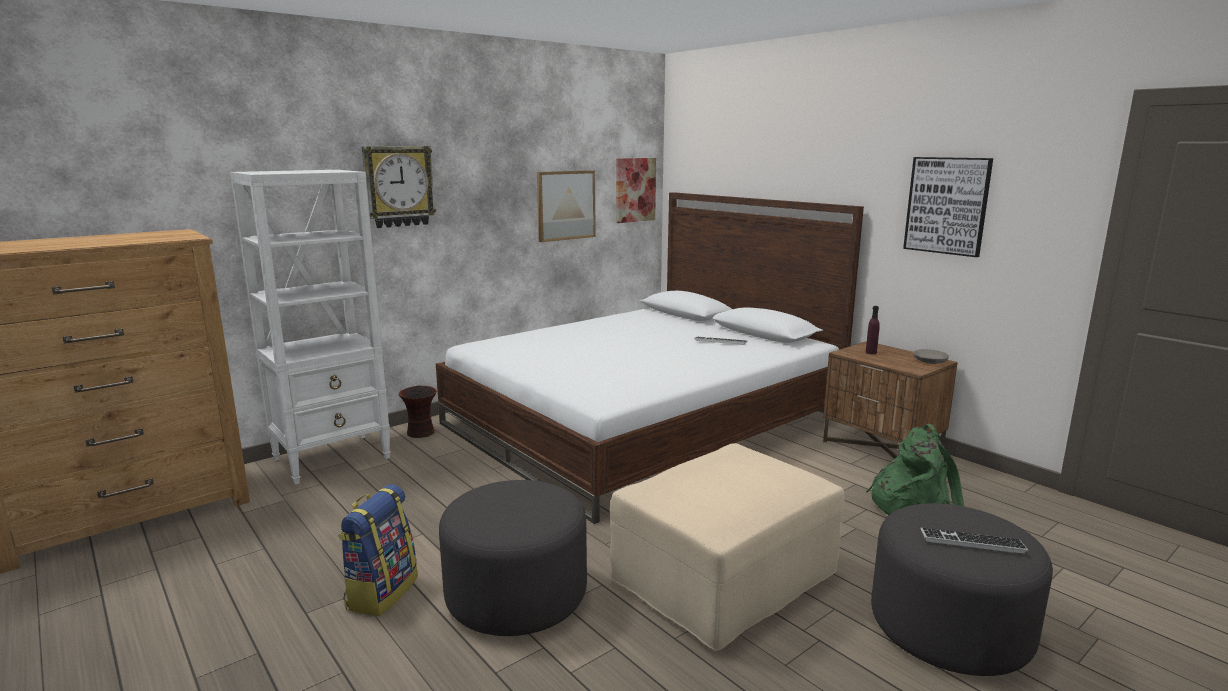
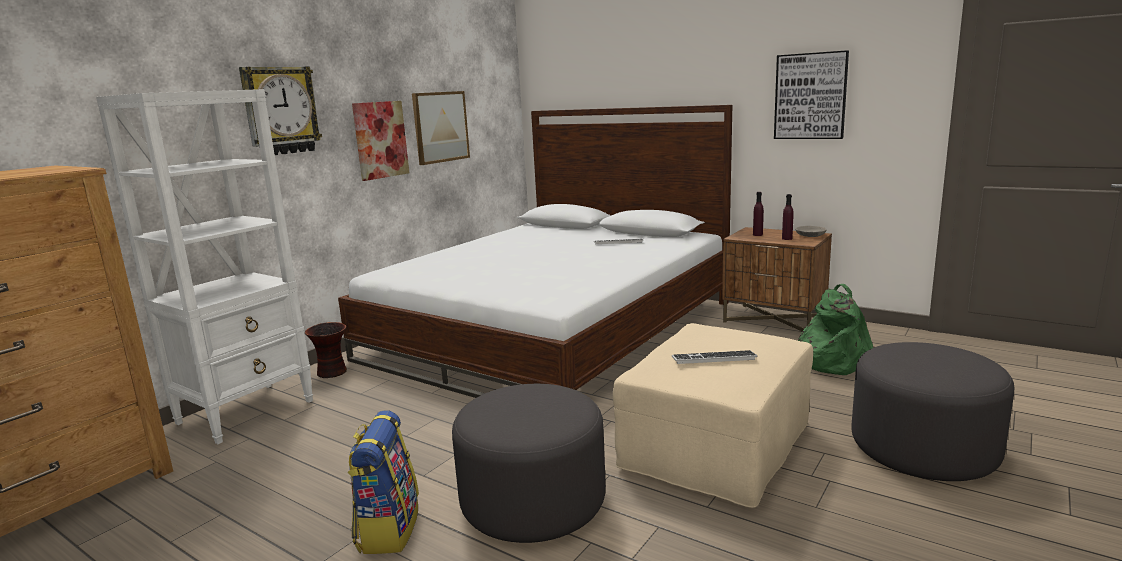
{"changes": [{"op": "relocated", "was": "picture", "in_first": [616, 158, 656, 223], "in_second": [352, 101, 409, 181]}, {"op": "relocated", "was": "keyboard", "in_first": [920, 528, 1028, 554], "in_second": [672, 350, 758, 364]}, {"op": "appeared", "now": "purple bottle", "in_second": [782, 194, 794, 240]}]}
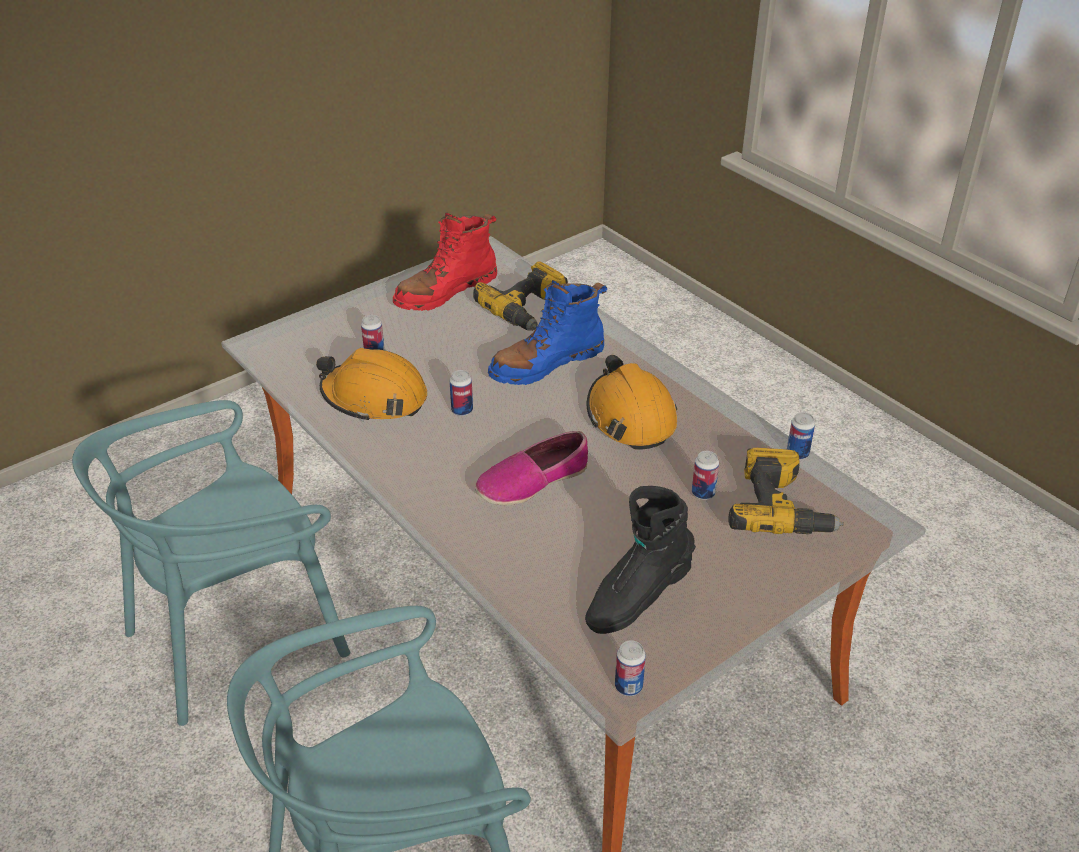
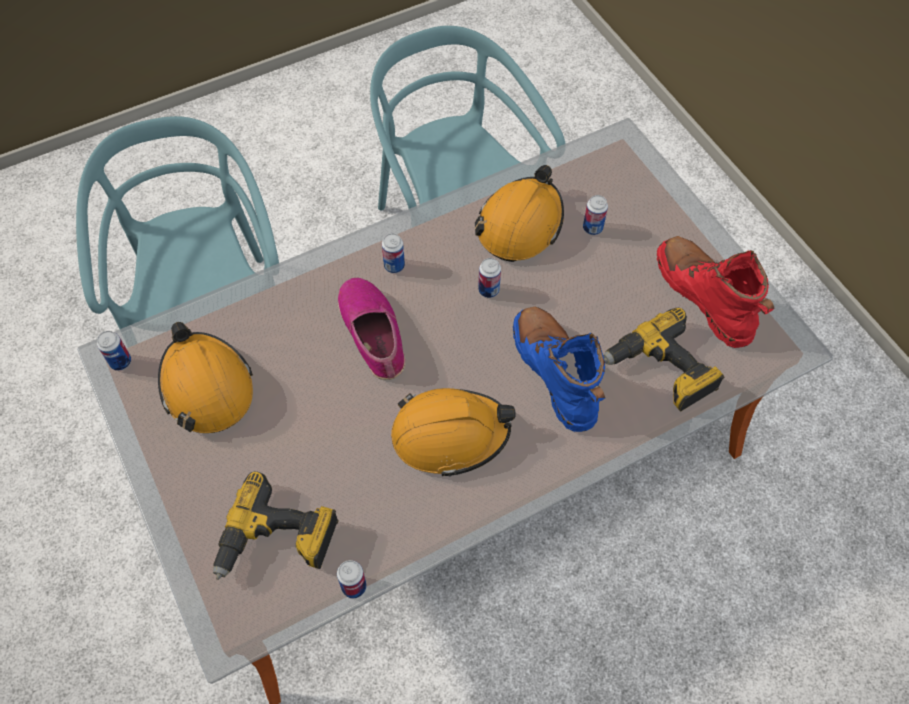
{"changes": [{"op": "exchanged", "was": "black boot", "now": "orange hard hat", "in_first": [585, 486, 696, 634], "in_second": [158, 322, 253, 433]}, {"op": "relocated", "was": "can", "in_first": [692, 451, 719, 500], "in_second": [382, 233, 405, 273]}]}
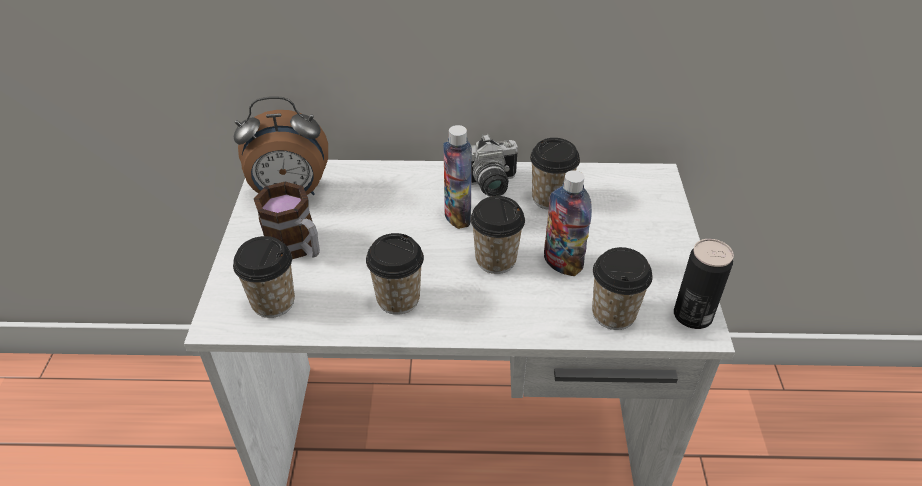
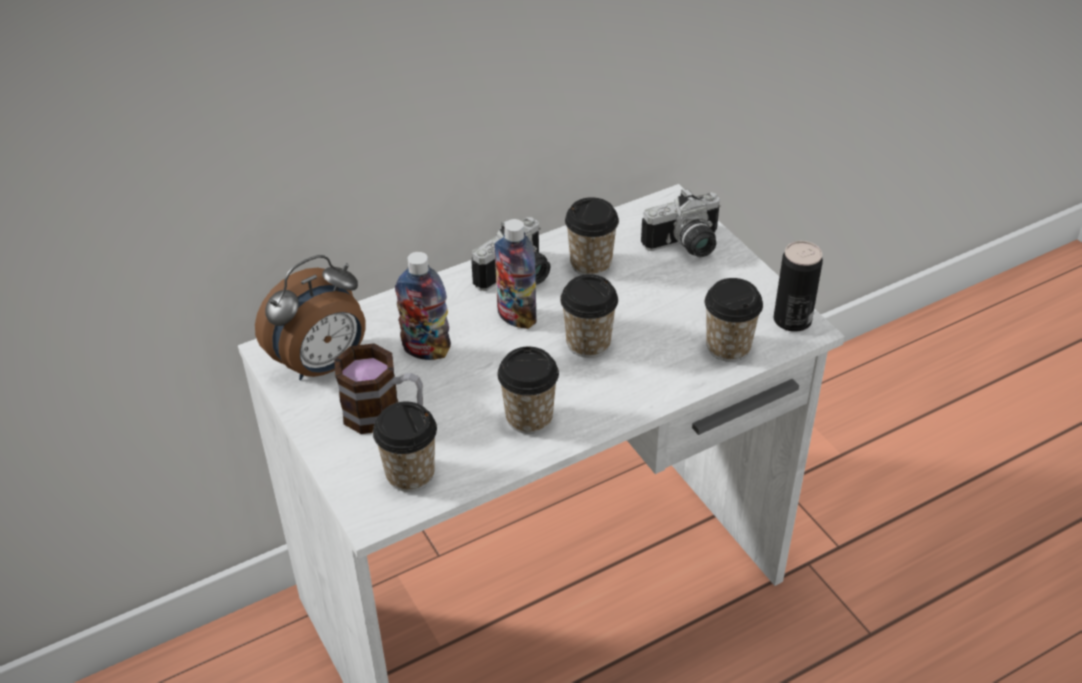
{"changes": [{"op": "relocated", "was": "bottle", "in_first": [544, 170, 592, 276], "in_second": [395, 252, 451, 360]}, {"op": "appeared", "now": "photo camera", "in_second": [641, 188, 721, 257]}]}
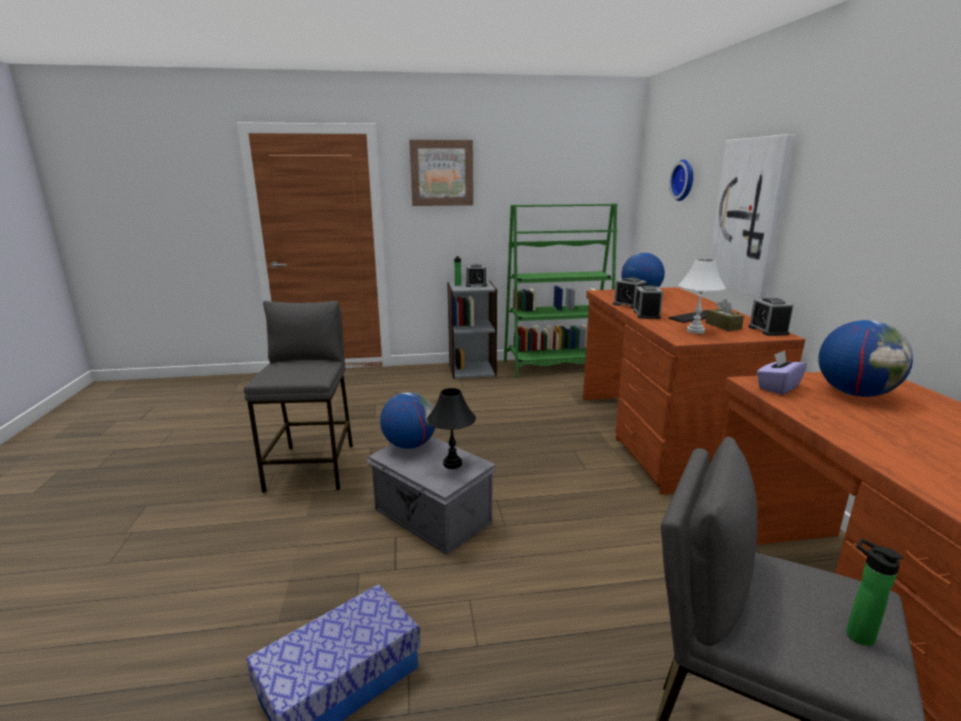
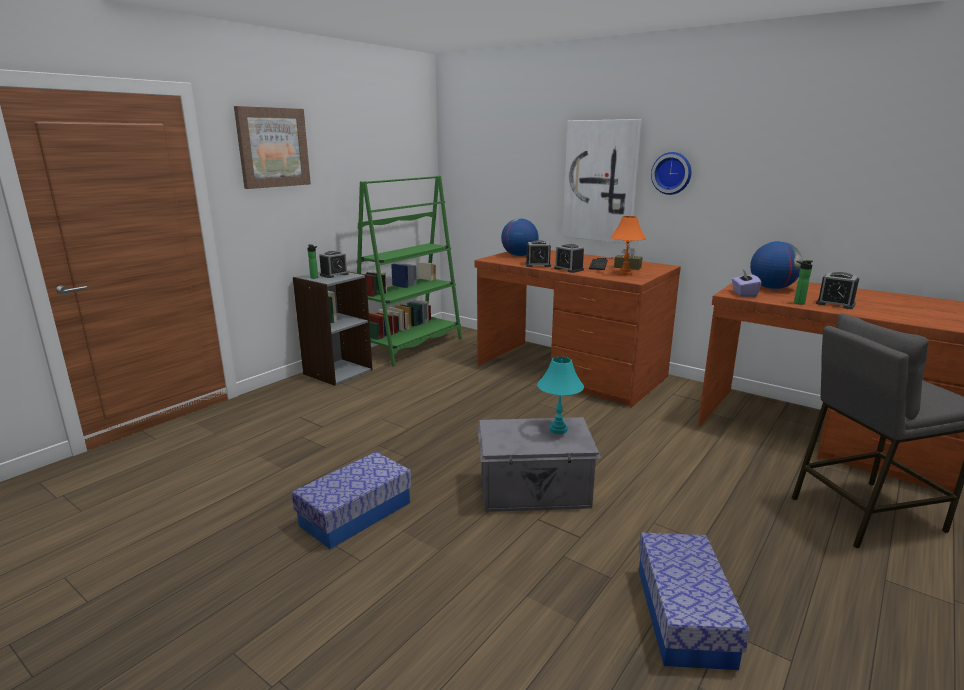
{"changes": [{"op": "exchanged", "was": "grey stool", "now": "storage box", "in_first": [244, 301, 353, 493], "in_second": [292, 452, 412, 549]}, {"op": "missing", "was": "globe", "in_first": [380, 392, 436, 449]}, {"op": "colour", "was": "black table lamp", "now": "turquoise table lamp", "in_first": [427, 388, 476, 469], "in_second": [537, 357, 584, 434]}, {"op": "relocated", "was": "wall clock", "in_first": [669, 160, 693, 201], "in_second": [651, 152, 692, 195]}, {"op": "colour", "was": "white table lamp", "now": "orange table lamp", "in_first": [679, 259, 726, 334], "in_second": [611, 216, 646, 275]}, {"op": "relocated", "was": "alarm clock", "in_first": [749, 298, 794, 336], "in_second": [816, 272, 859, 309]}, {"op": "relocated", "was": "bottle", "in_first": [846, 538, 903, 646], "in_second": [794, 260, 813, 305]}]}
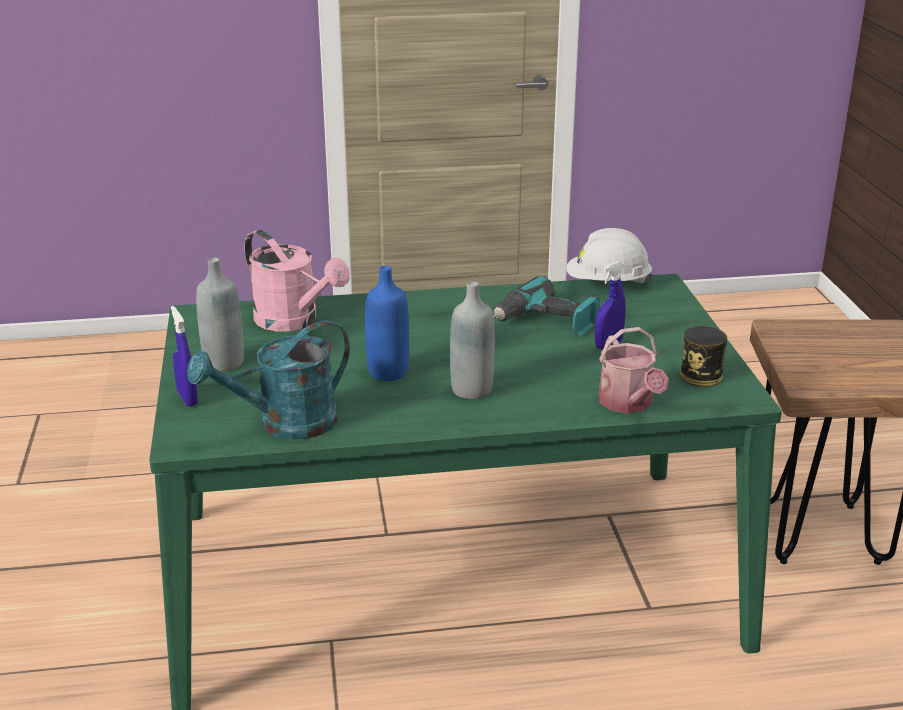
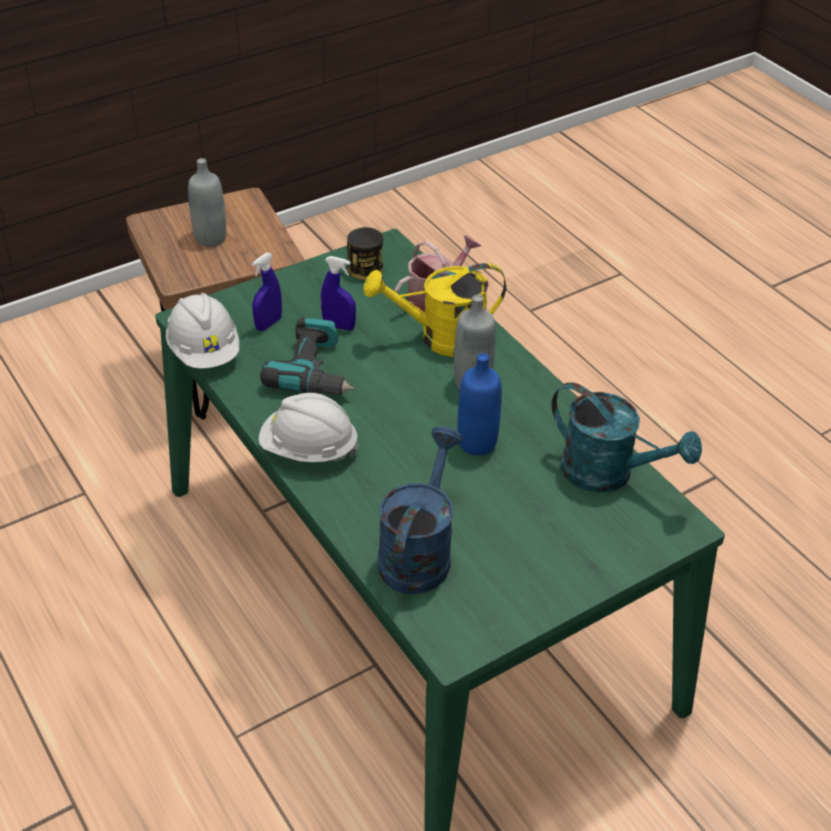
{"changes": [{"op": "relocated", "was": "blue spray bottle", "in_first": [171, 306, 198, 406], "in_second": [252, 253, 282, 331]}, {"op": "relocated", "was": "grey bottle", "in_first": [196, 258, 244, 372], "in_second": [188, 158, 226, 247]}, {"op": "colour", "was": "pink watering can", "now": "blue watering can", "in_first": [244, 230, 350, 331], "in_second": [378, 426, 462, 594]}, {"op": "appeared", "now": "white hard hat", "in_second": [259, 393, 359, 462]}, {"op": "appeared", "now": "yellow watering can", "in_second": [364, 263, 506, 357]}]}
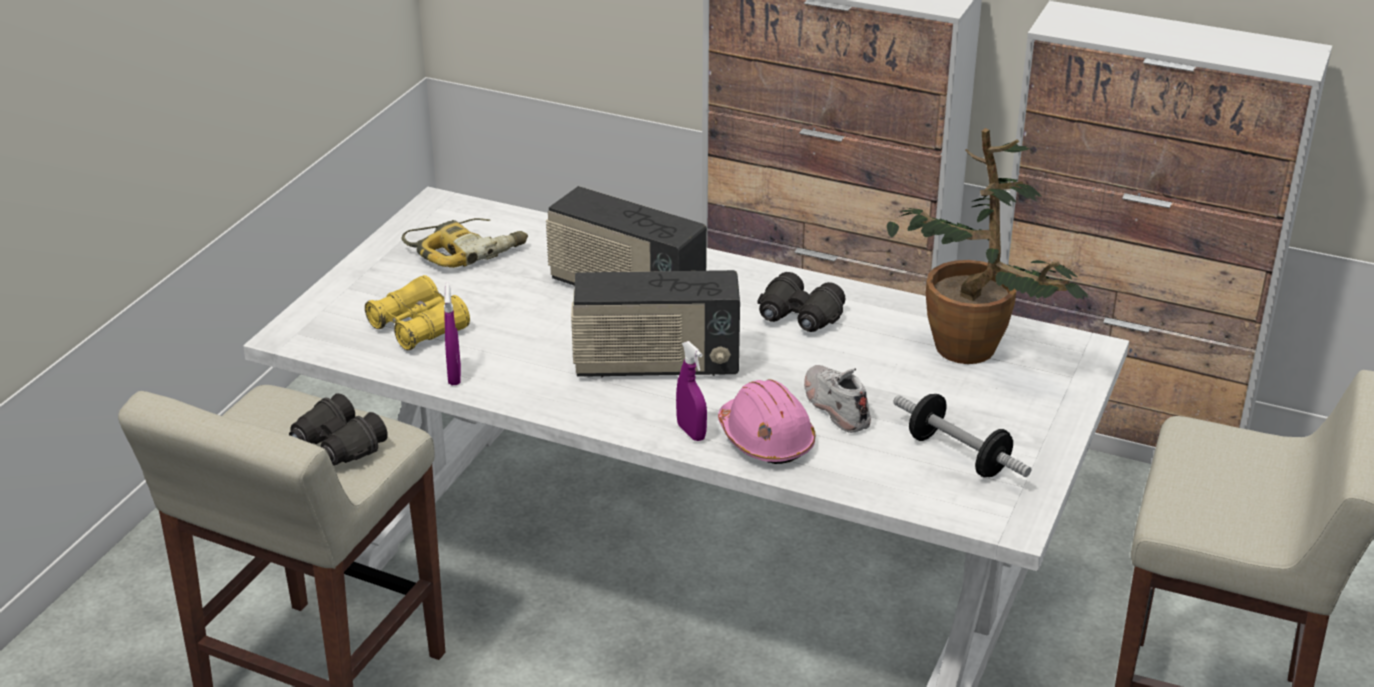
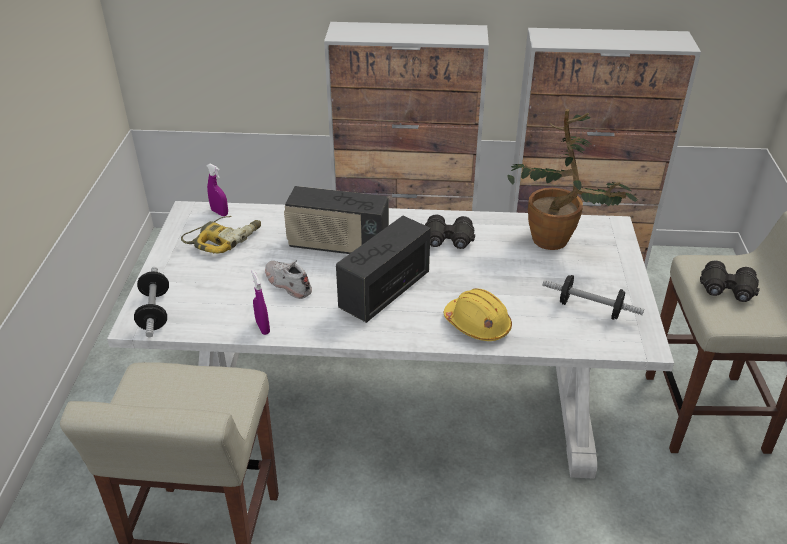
{"changes": [{"op": "relocated", "was": "black binoculars", "in_first": [289, 393, 388, 465], "in_second": [700, 260, 760, 302]}, {"op": "missing", "was": "yellow binoculars", "in_first": [365, 275, 470, 350]}, {"op": "spun", "was": "radio", "in_first": [571, 270, 740, 377], "in_second": [336, 216, 431, 323], "clockwise": 150}, {"op": "relocated", "was": "purple spray bottle", "in_first": [676, 341, 707, 441], "in_second": [206, 164, 228, 216]}, {"op": "colour", "was": "pink hard hat", "now": "yellow hard hat", "in_first": [718, 379, 815, 464], "in_second": [444, 288, 512, 341]}, {"op": "relocated", "was": "white shoe", "in_first": [804, 365, 871, 433], "in_second": [265, 260, 312, 299]}, {"op": "appeared", "now": "dumbbell", "in_second": [134, 267, 169, 337]}]}
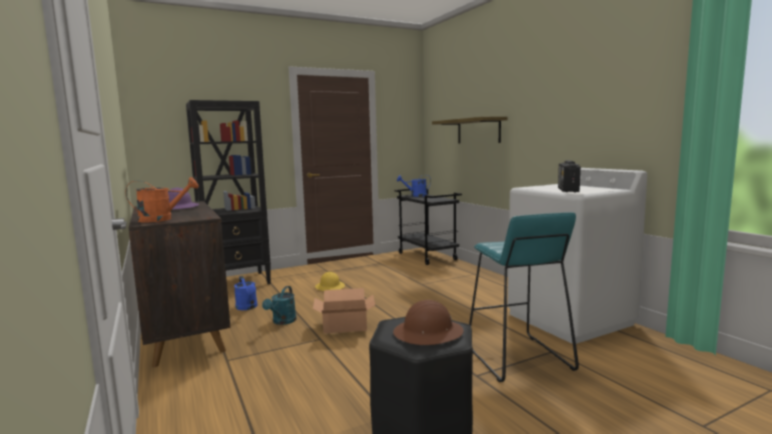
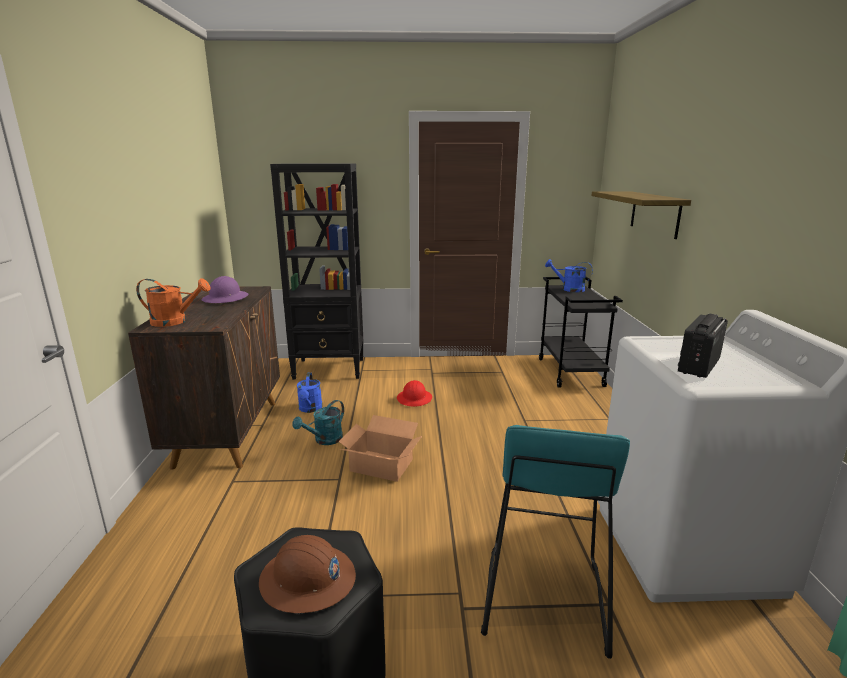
{"changes": [{"op": "colour", "was": "yellow hard hat", "now": "red hard hat", "in_first": [315, 272, 345, 291], "in_second": [397, 380, 432, 407]}]}
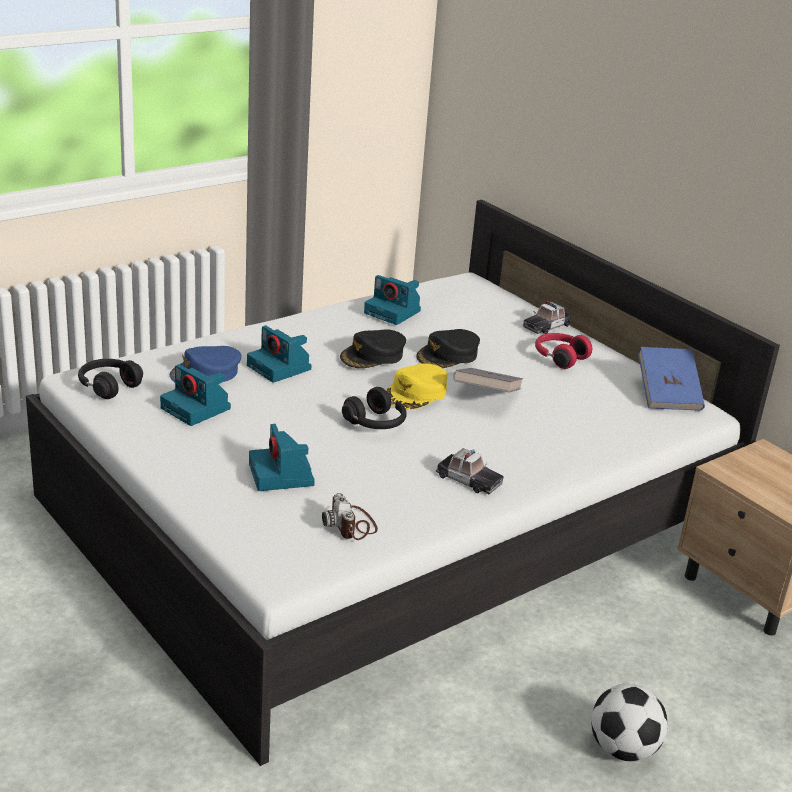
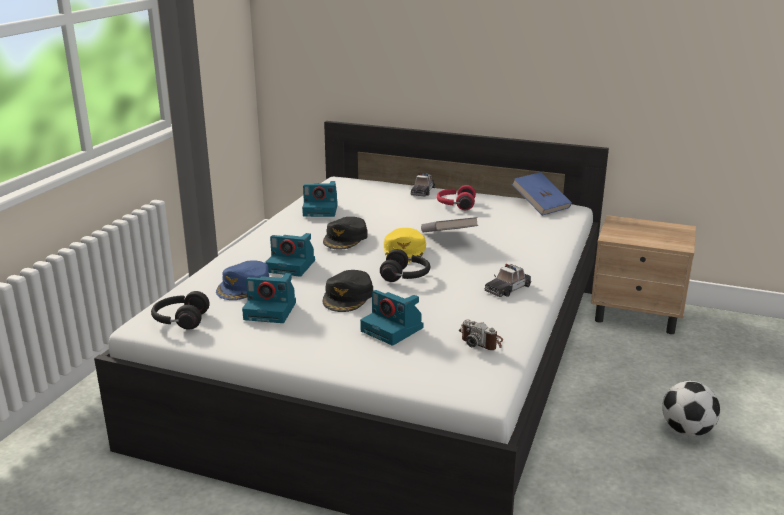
{"changes": [{"op": "relocated", "was": "black cap", "in_first": [416, 329, 480, 368], "in_second": [323, 270, 373, 312]}, {"op": "spun", "was": "toy car", "in_first": [436, 448, 503, 494], "in_second": [484, 264, 532, 297], "clockwise": 135}]}
